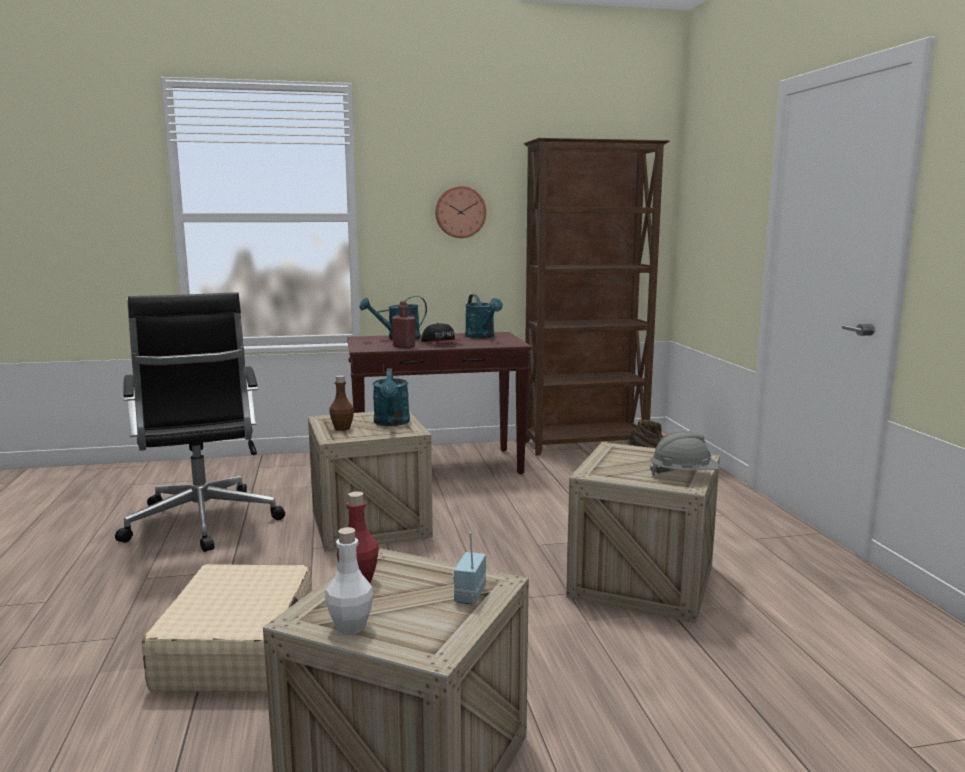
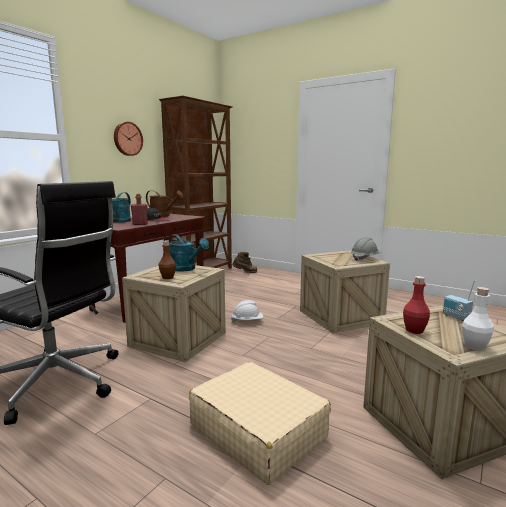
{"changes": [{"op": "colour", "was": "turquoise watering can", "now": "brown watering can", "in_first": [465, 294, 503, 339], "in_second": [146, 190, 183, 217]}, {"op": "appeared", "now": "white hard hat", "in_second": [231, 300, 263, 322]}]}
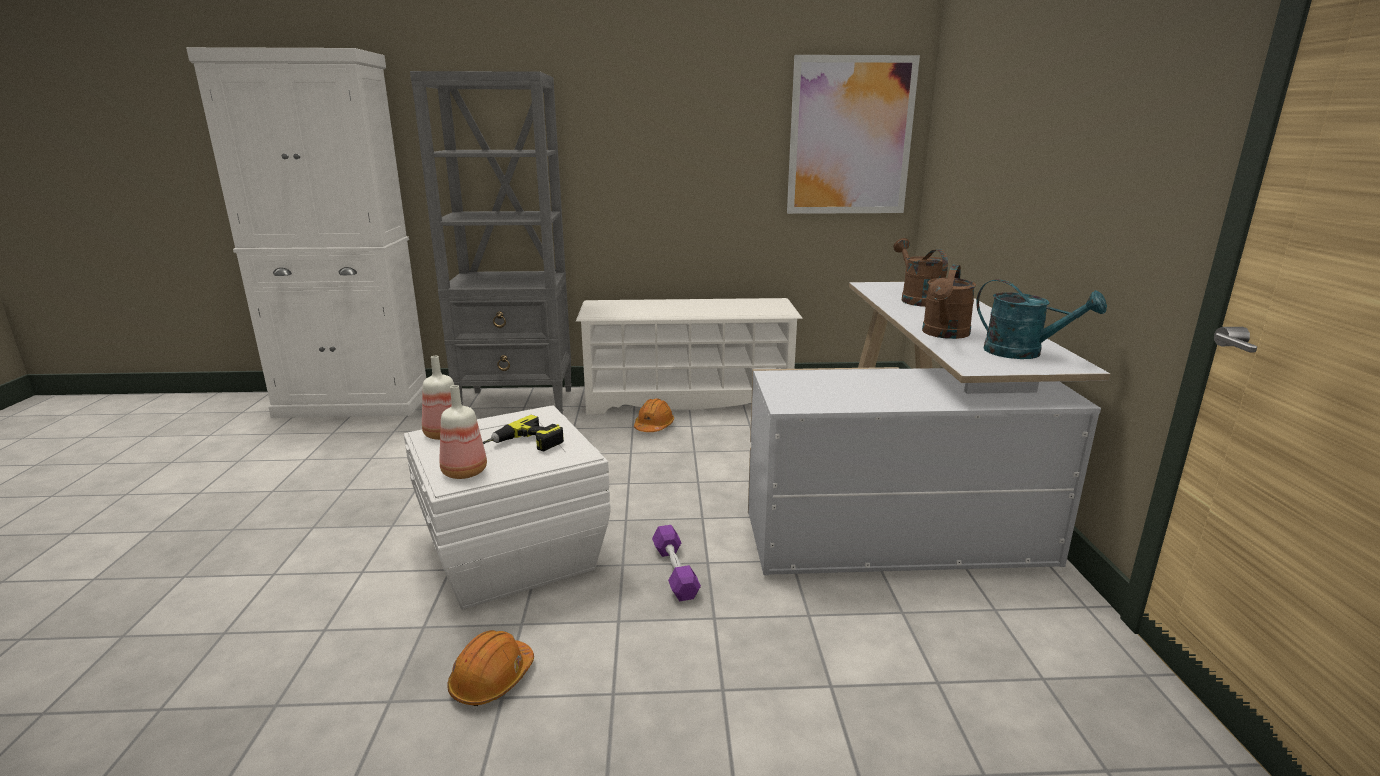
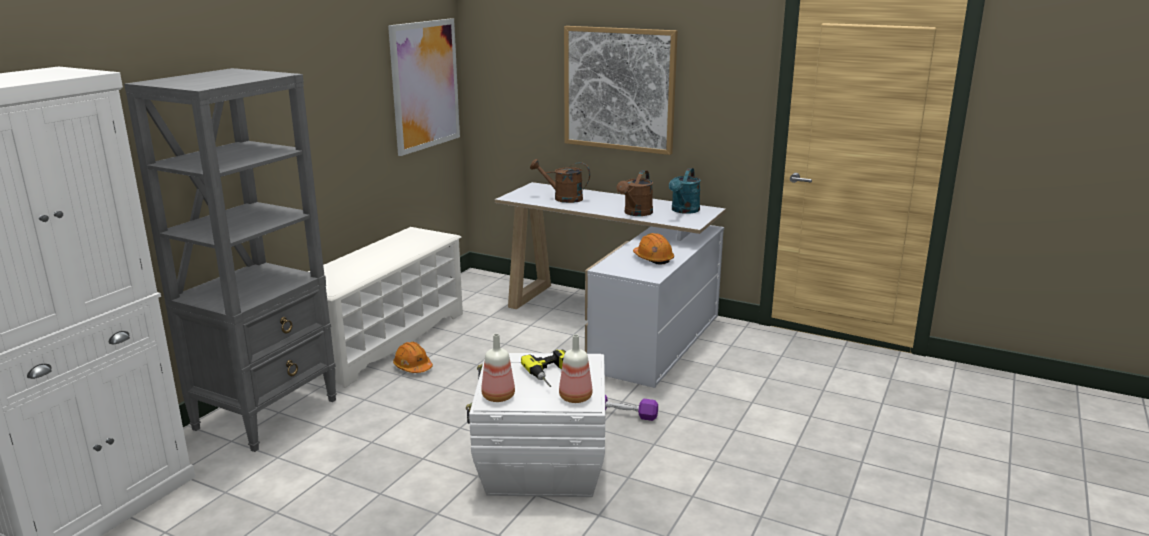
{"changes": [{"op": "relocated", "was": "orange hard hat", "in_first": [447, 630, 534, 706], "in_second": [633, 233, 674, 265]}, {"op": "spun", "was": "brown watering can", "in_first": [922, 265, 976, 339], "in_second": [617, 170, 653, 216], "clockwise": 60}, {"op": "spun", "was": "turquoise watering can", "in_first": [976, 279, 1107, 359], "in_second": [669, 168, 701, 214], "clockwise": 135}, {"op": "appeared", "now": "picture", "in_second": [564, 26, 678, 155]}]}
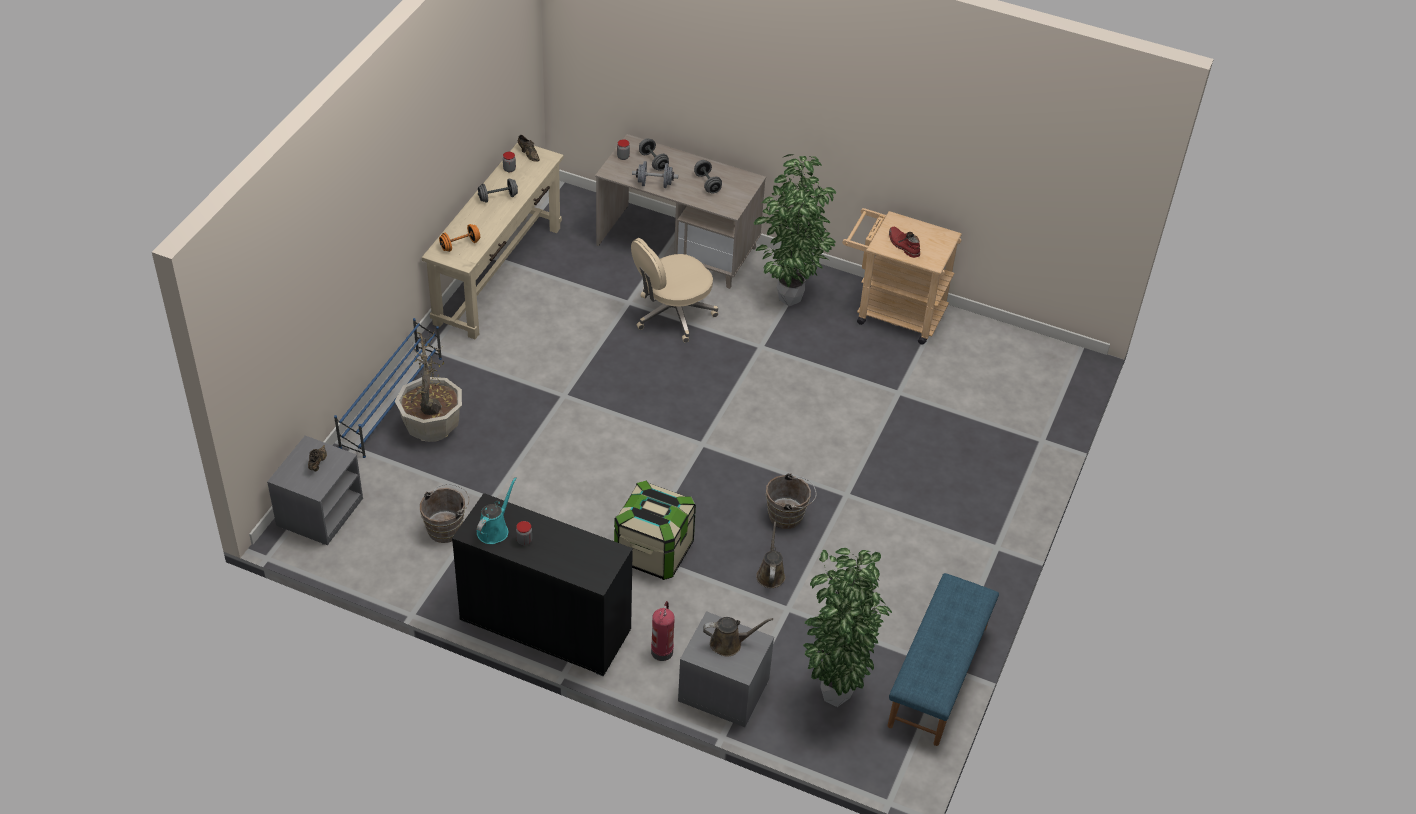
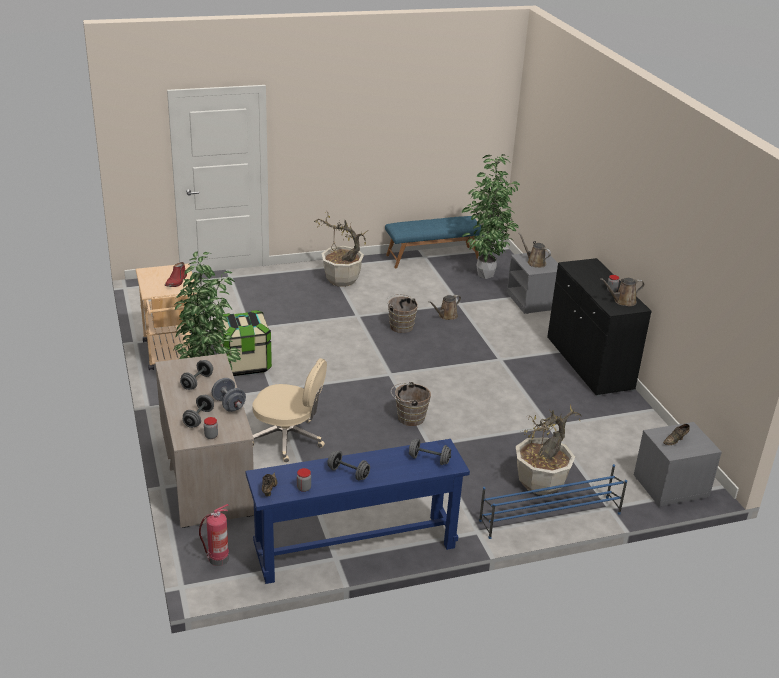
{"changes": [{"op": "relocated", "was": "brown bucket", "in_first": [420, 484, 469, 543], "in_second": [391, 382, 431, 426]}, {"op": "colour", "was": "beige console table", "now": "blue console table", "in_first": [422, 142, 564, 339], "in_second": [245, 439, 470, 584]}, {"op": "colour", "was": "orange dumbbell", "now": "grey dumbbell", "in_first": [439, 224, 480, 252], "in_second": [409, 439, 451, 465]}, {"op": "colour", "was": "turquoise watering can", "now": "brown watering can", "in_first": [477, 477, 516, 544], "in_second": [600, 278, 644, 306]}, {"op": "relocated", "was": "storage box", "in_first": [614, 480, 696, 580], "in_second": [217, 310, 272, 376]}, {"op": "relocated", "was": "fire extinguisher", "in_first": [651, 601, 675, 661], "in_second": [199, 504, 229, 566]}, {"op": "appeared", "now": "potted plant", "in_second": [314, 210, 368, 287]}]}
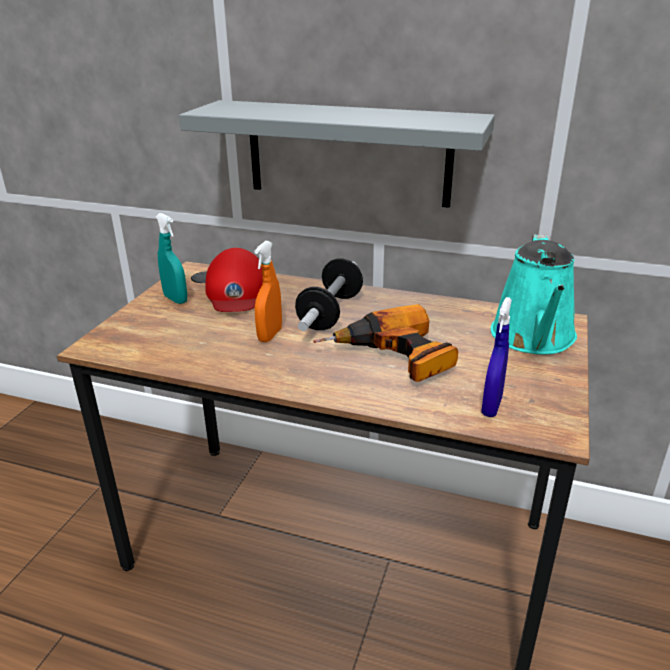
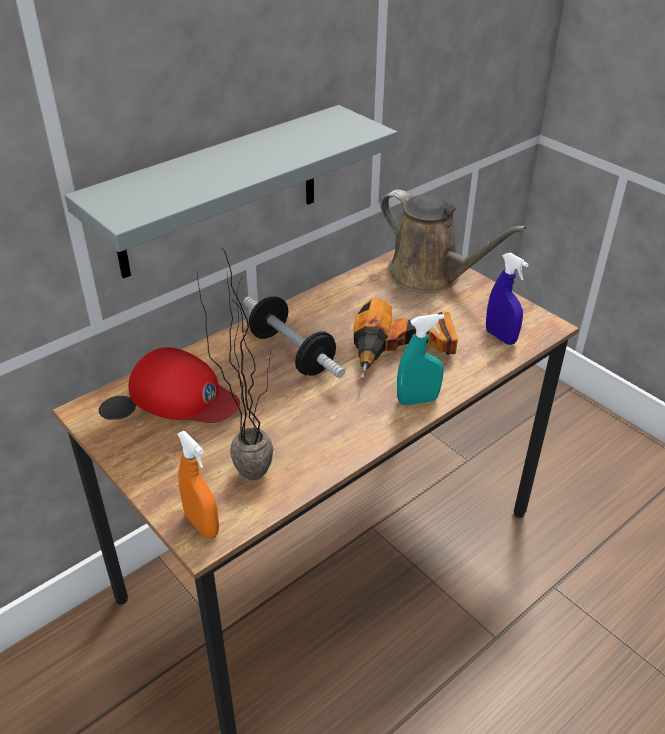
{"changes": [{"op": "relocated", "was": "turquoise spray bottle", "in_first": [156, 213, 187, 304], "in_second": [397, 314, 445, 405]}, {"op": "relocated", "was": "orange spray bottle", "in_first": [255, 241, 282, 342], "in_second": [177, 431, 219, 539]}, {"op": "colour", "was": "turquoise watering can", "now": "brown watering can", "in_first": [491, 234, 577, 354], "in_second": [380, 190, 527, 293]}, {"op": "appeared", "now": "potted plant", "in_second": [197, 248, 273, 480]}]}
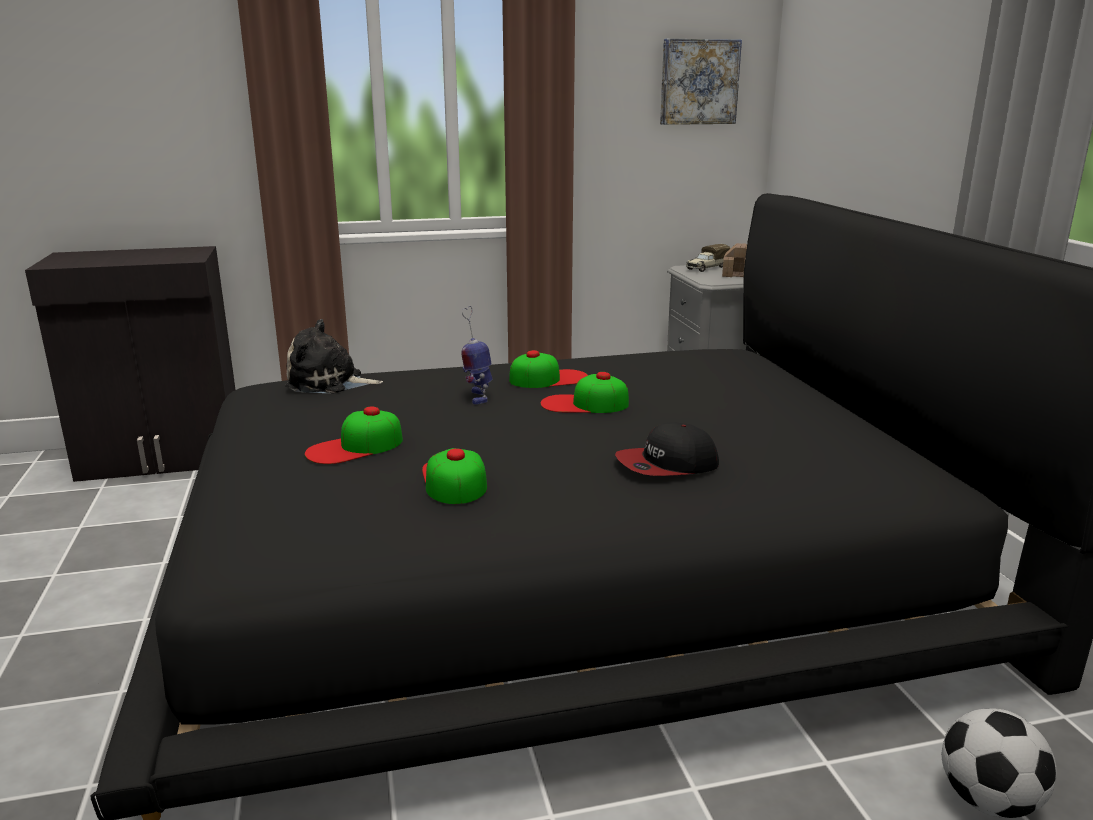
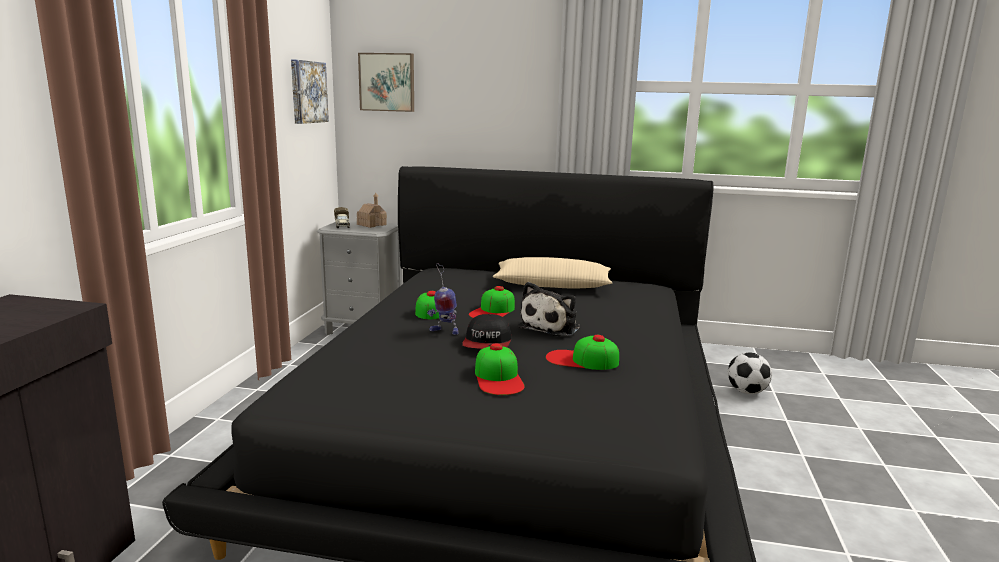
{"changes": [{"op": "relocated", "was": "plush toy", "in_first": [285, 319, 383, 393], "in_second": [518, 282, 580, 336]}, {"op": "relocated", "was": "cap", "in_first": [615, 422, 719, 476], "in_second": [462, 314, 511, 349]}, {"op": "appeared", "now": "picture", "in_second": [358, 53, 414, 112]}, {"op": "appeared", "now": "beige pillow", "in_second": [493, 257, 612, 288]}]}
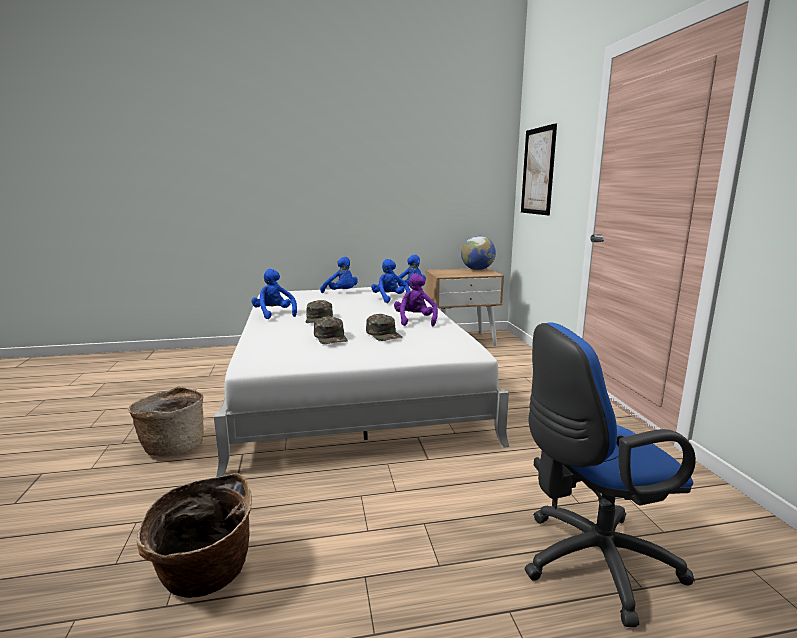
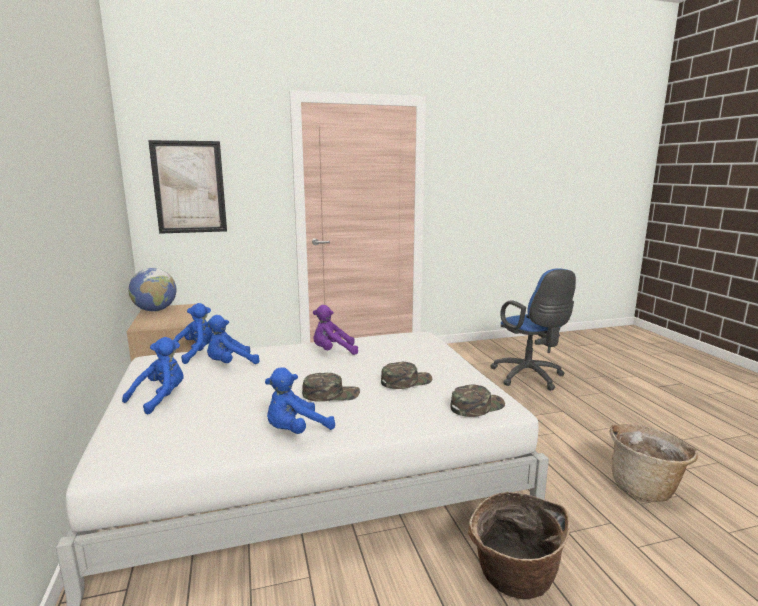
{"changes": [{"op": "relocated", "was": "green cap", "in_first": [366, 314, 403, 341], "in_second": [451, 385, 505, 417]}]}
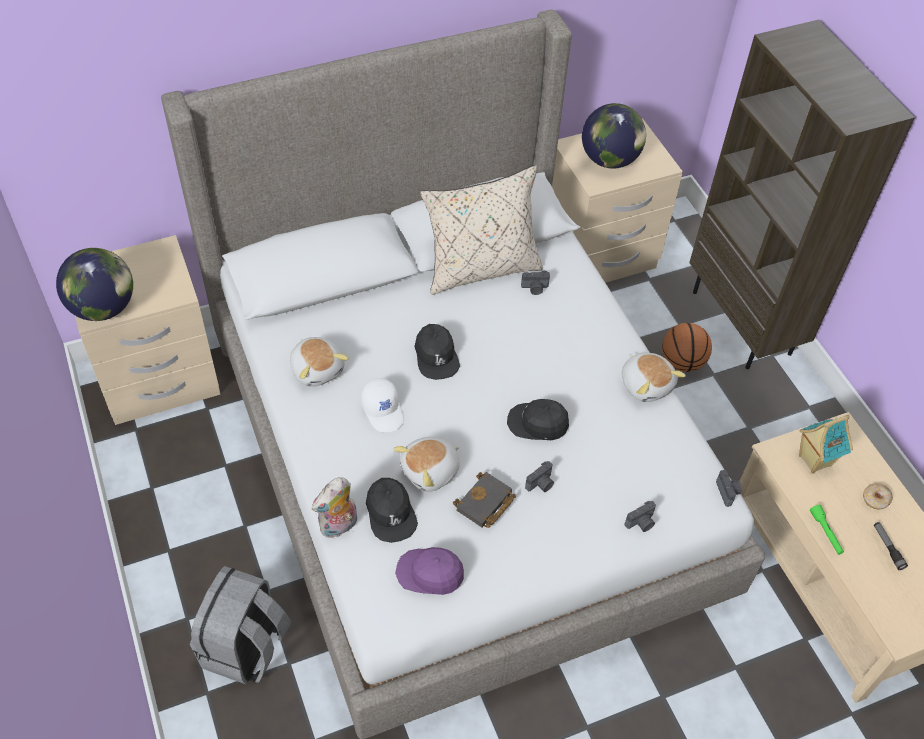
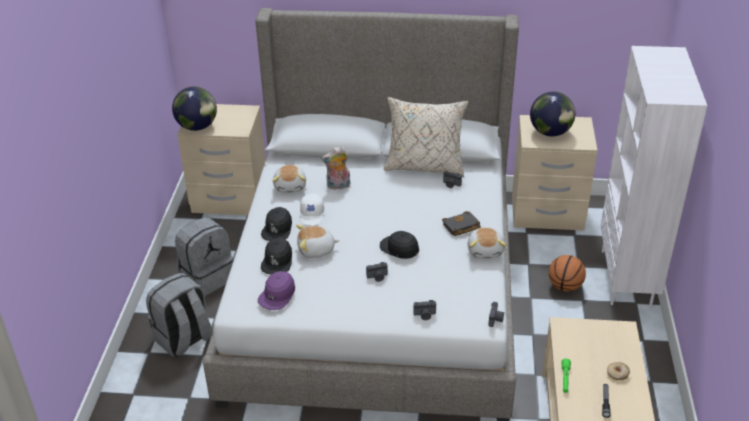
{"changes": [{"op": "relocated", "was": "plush toy", "in_first": [312, 477, 357, 538], "in_second": [321, 146, 350, 190]}, {"op": "spun", "was": "purple cap", "in_first": [395, 547, 464, 595], "in_second": [258, 271, 295, 310], "clockwise": -105}, {"op": "relocated", "was": "black cap", "in_first": [414, 324, 460, 380], "in_second": [261, 207, 292, 241]}, {"op": "relocated", "was": "black book", "in_first": [453, 472, 516, 528], "in_second": [442, 211, 481, 236]}, {"op": "colour", "was": "brown bookcase", "now": "white bookcase", "in_first": [689, 20, 915, 369], "in_second": [601, 46, 707, 307]}, {"op": "missing", "was": "toy house", "in_first": [799, 415, 853, 473]}, {"op": "appeared", "now": "grey backpack", "in_second": [175, 217, 234, 296]}]}
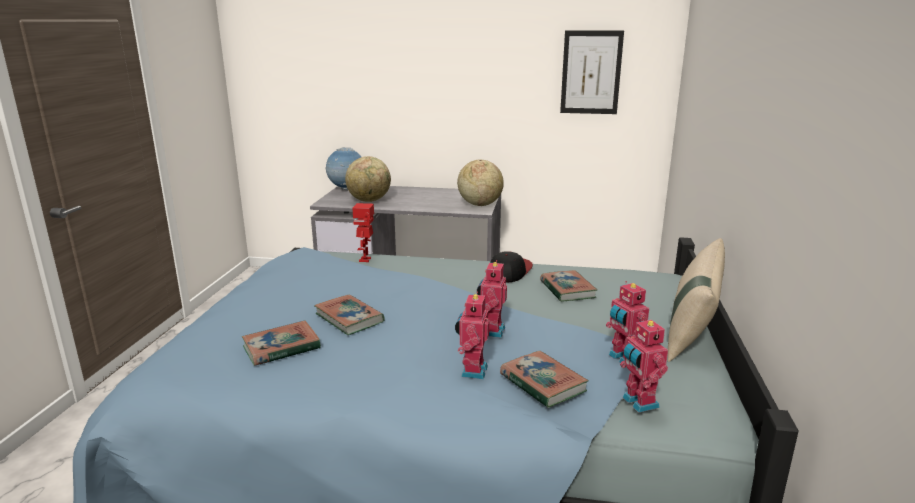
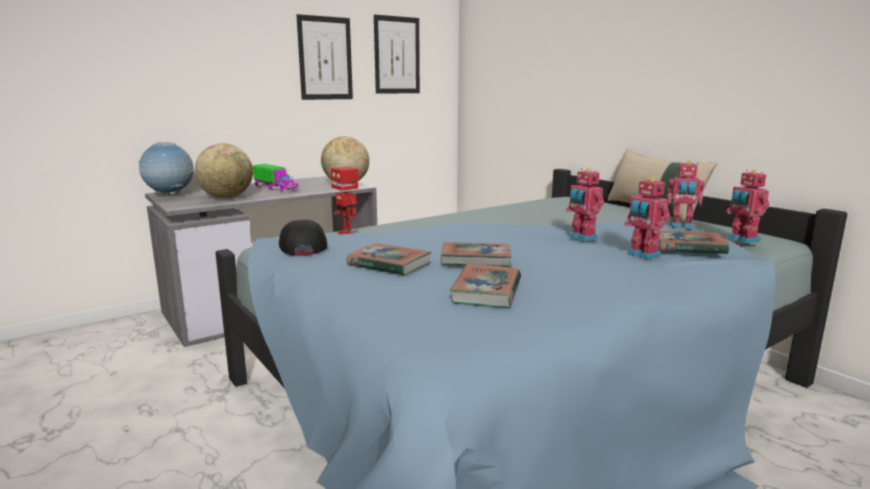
{"changes": [{"op": "relocated", "was": "cap", "in_first": [490, 251, 533, 282], "in_second": [279, 220, 327, 256]}, {"op": "relocated", "was": "book", "in_first": [540, 270, 597, 302], "in_second": [346, 243, 432, 276]}, {"op": "spun", "was": "toy robot", "in_first": [620, 317, 668, 413], "in_second": [726, 170, 770, 243], "clockwise": 45}, {"op": "appeared", "now": "toy truck", "in_second": [253, 164, 299, 193]}, {"op": "appeared", "now": "picture", "in_second": [297, 14, 353, 100]}]}
